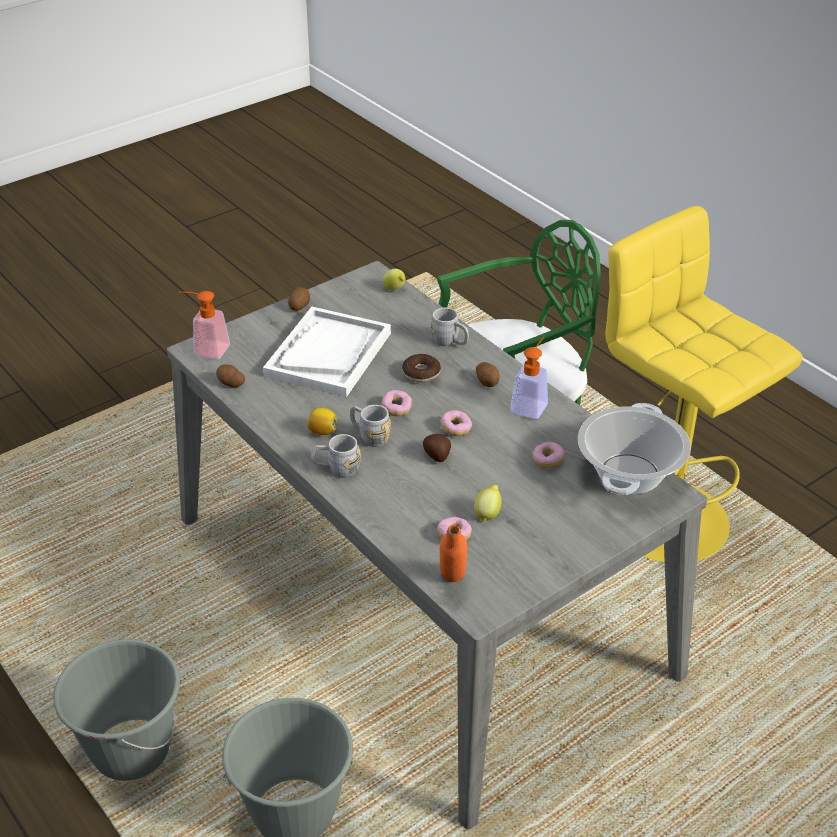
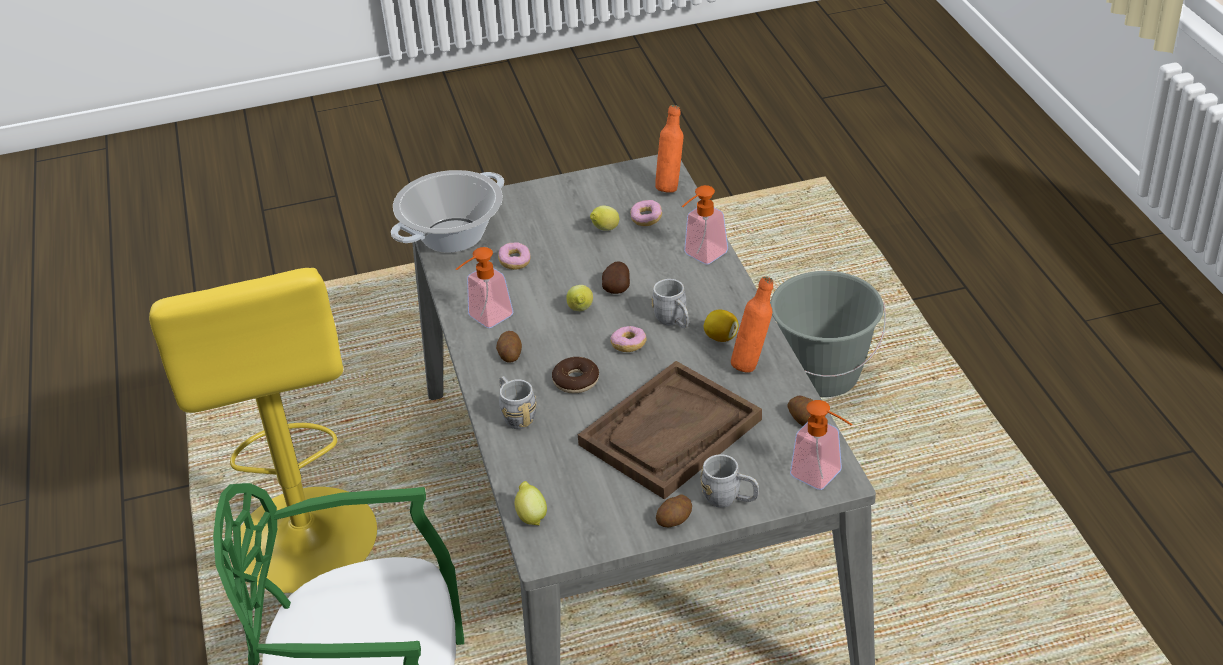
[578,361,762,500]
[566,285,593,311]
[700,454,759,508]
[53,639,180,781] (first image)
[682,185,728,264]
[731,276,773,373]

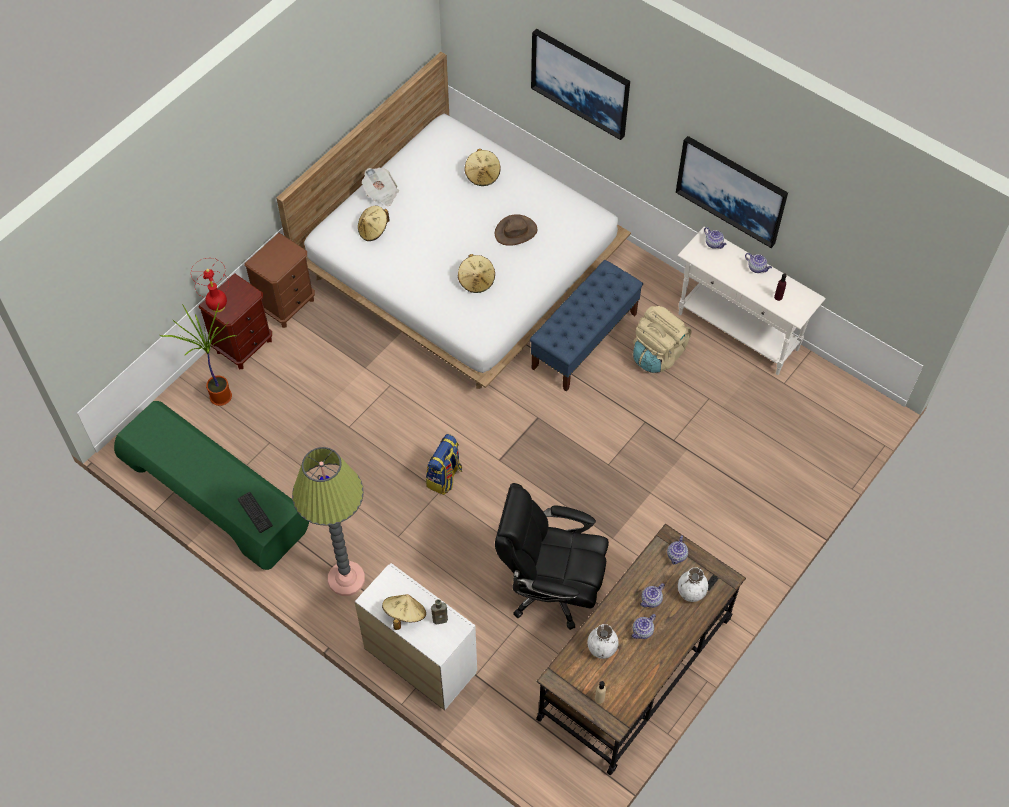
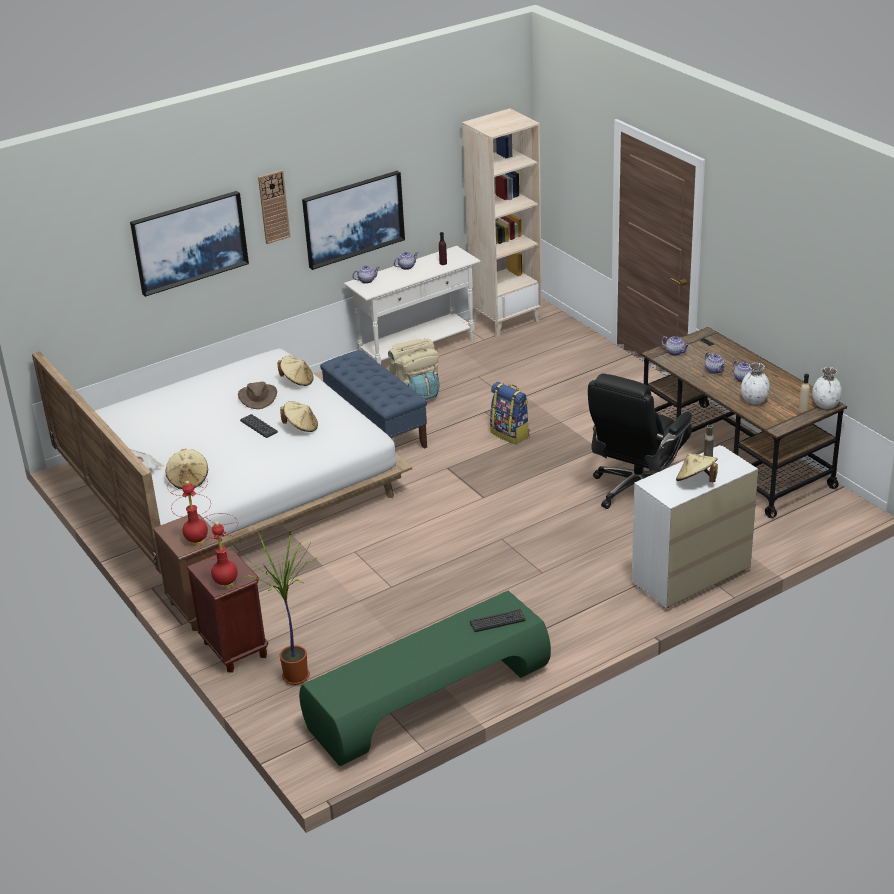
[277,356,314,386]
[490,382,530,445]
[292,447,365,596] (first image)
[812,367,842,409]
[462,108,542,337]
[258,170,290,244]
[240,414,278,438]
[167,473,211,546]

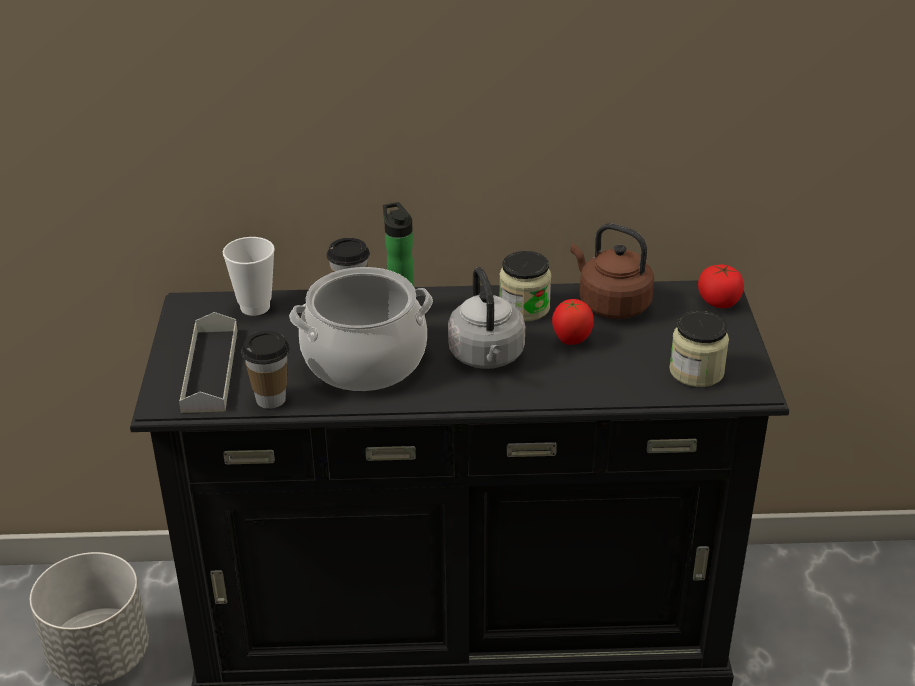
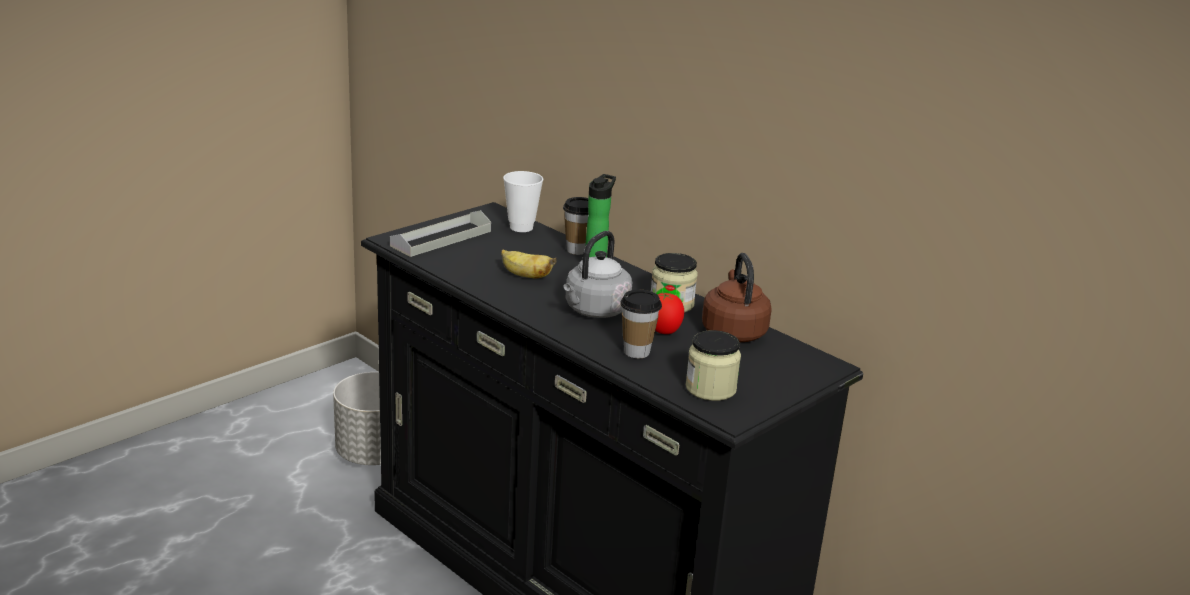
[698,264,744,308] (first image)
[501,250,556,278]
[620,290,662,358]

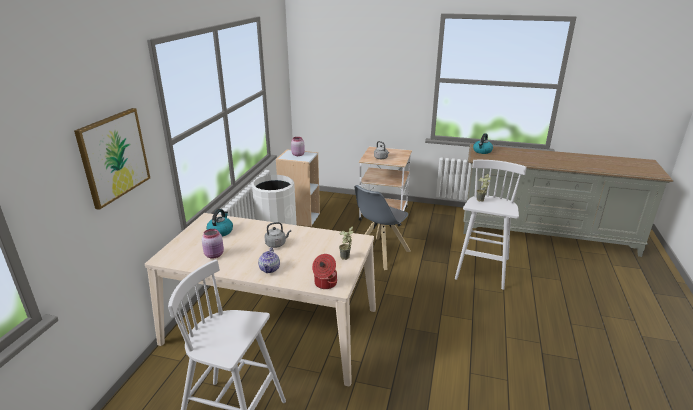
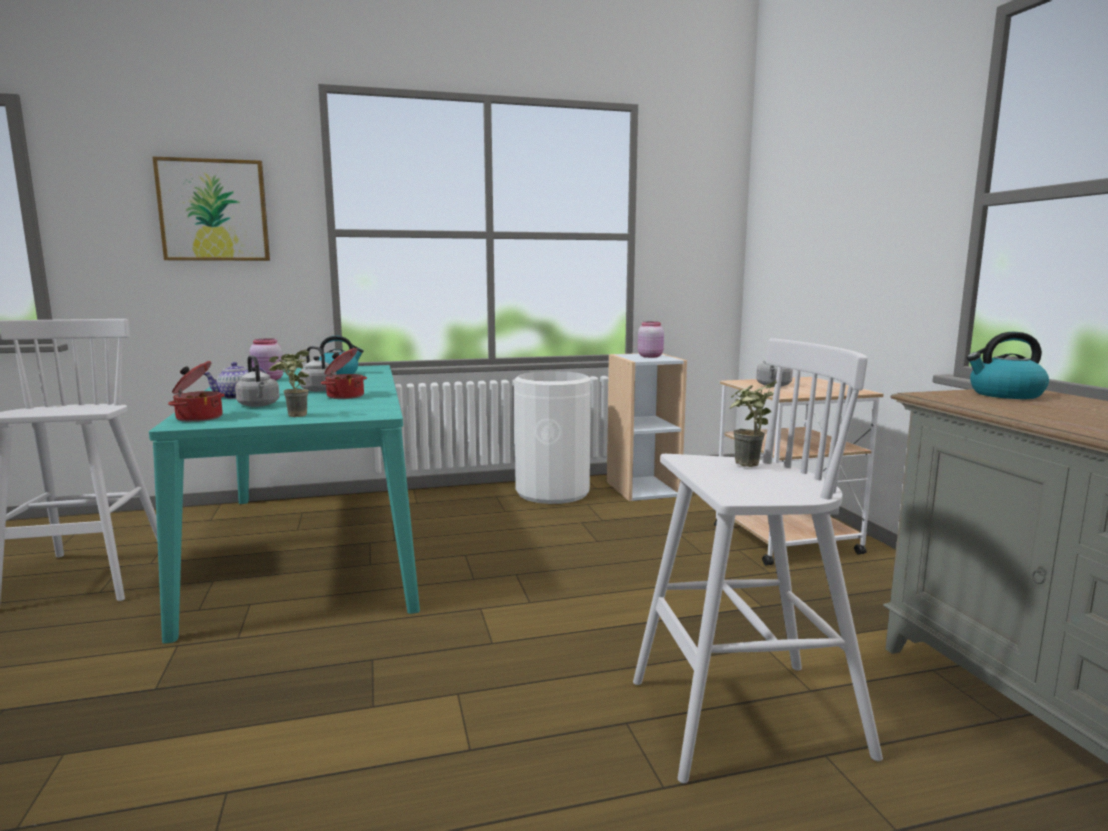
[354,185,411,270] (first image)
[149,365,420,644]
[321,348,367,399]
[235,355,280,407]

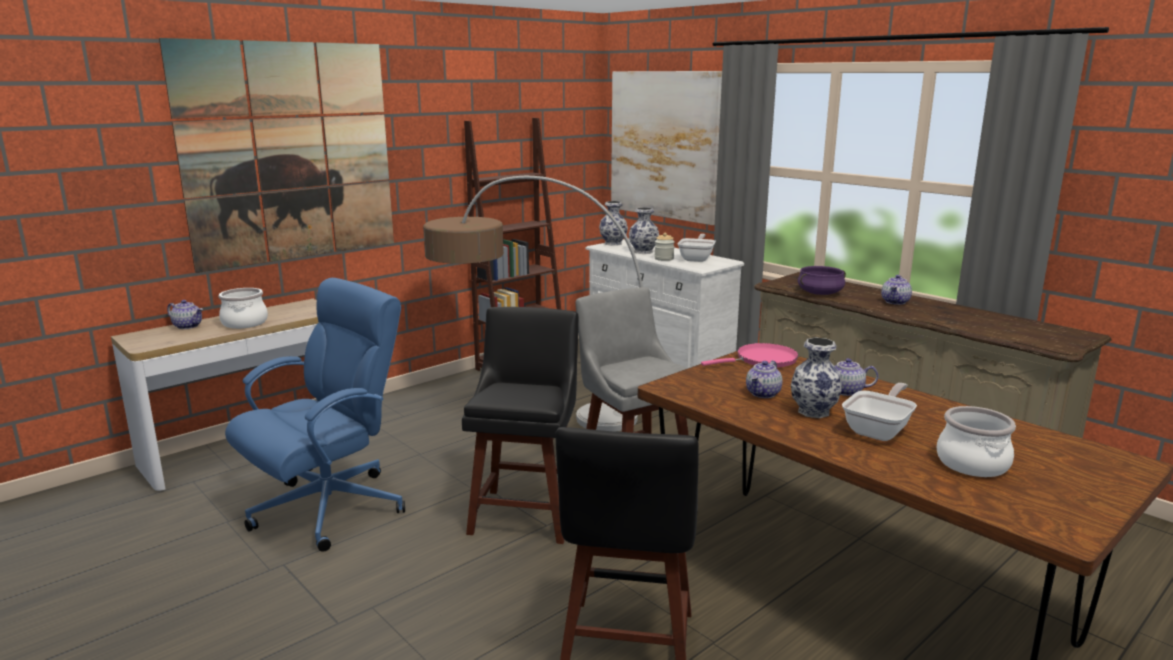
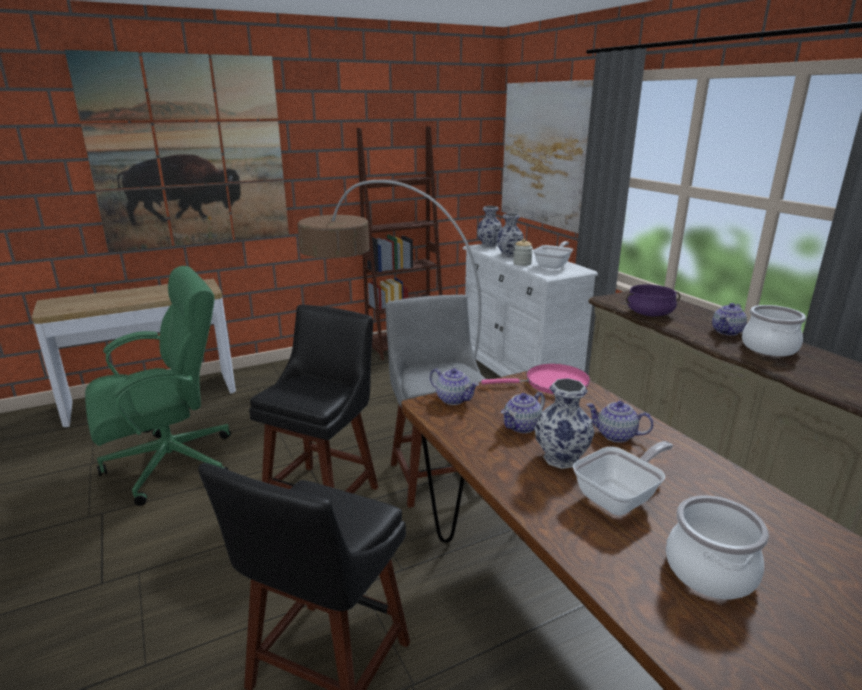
[85,266,231,506]
[742,305,806,356]
[430,368,479,405]

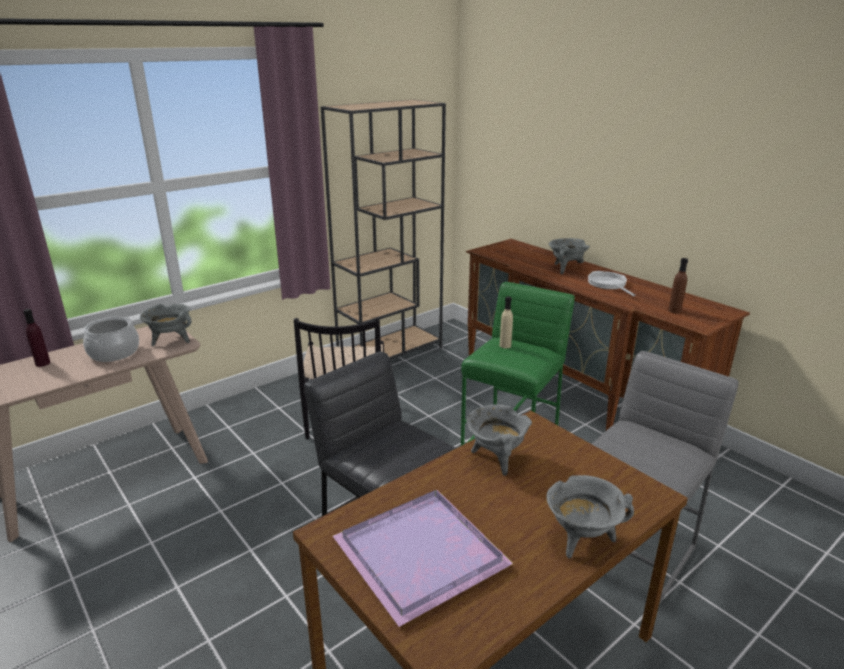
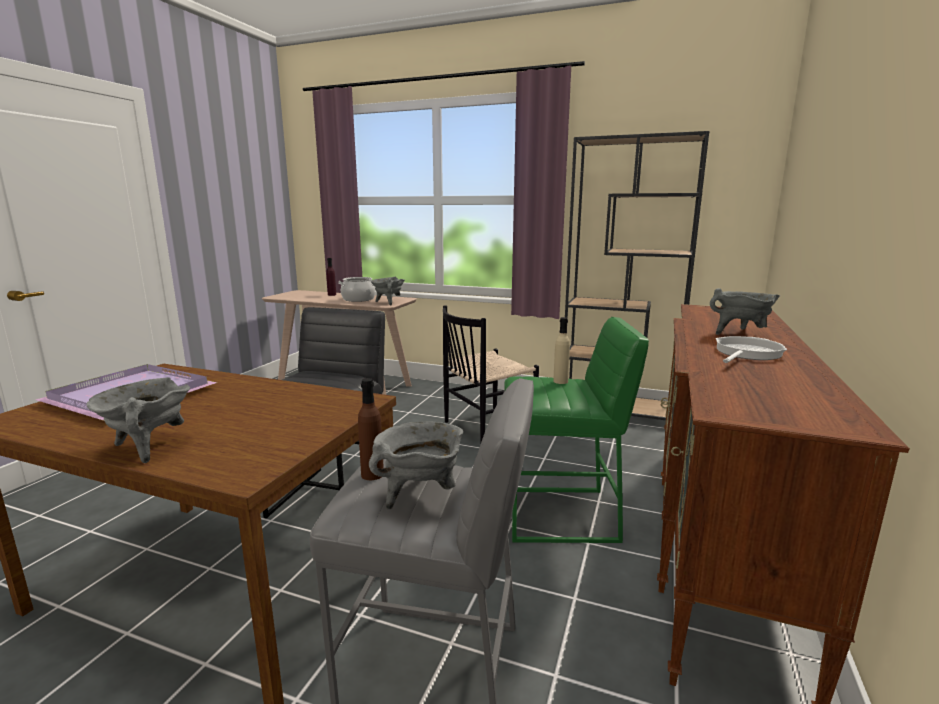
[358,378,384,480]
[369,421,463,509]

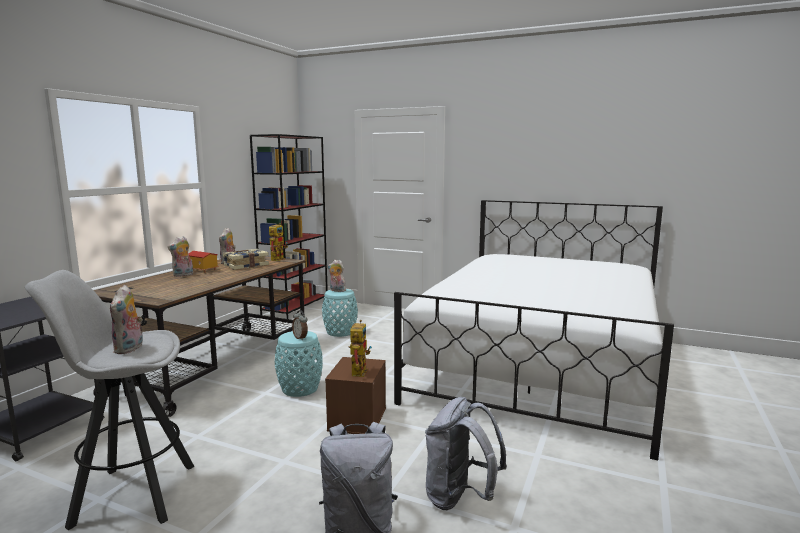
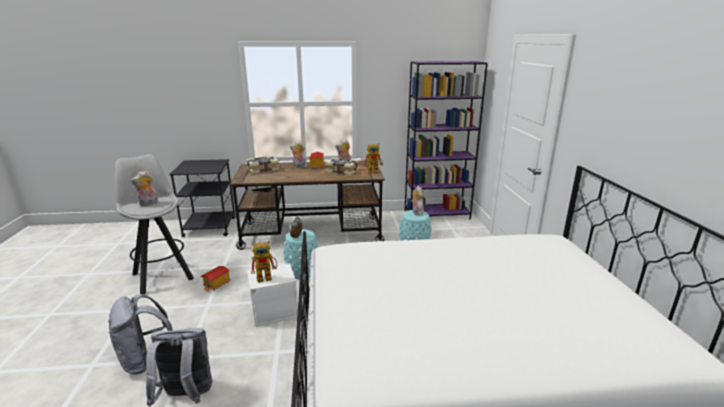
[404,61,488,219]
[247,263,298,326]
[246,156,279,174]
[201,266,231,292]

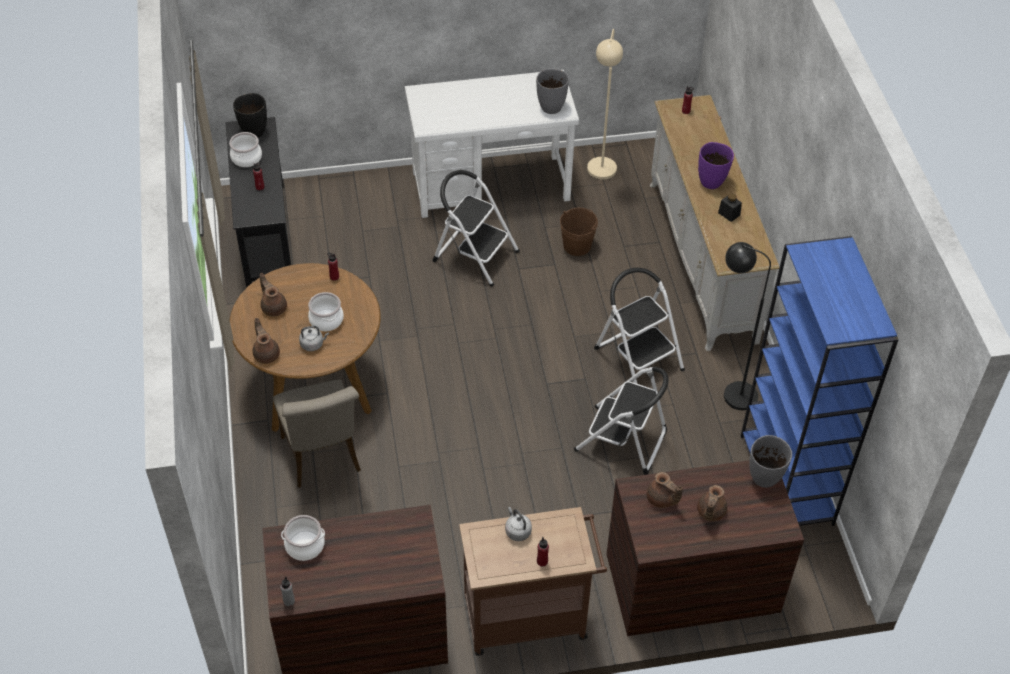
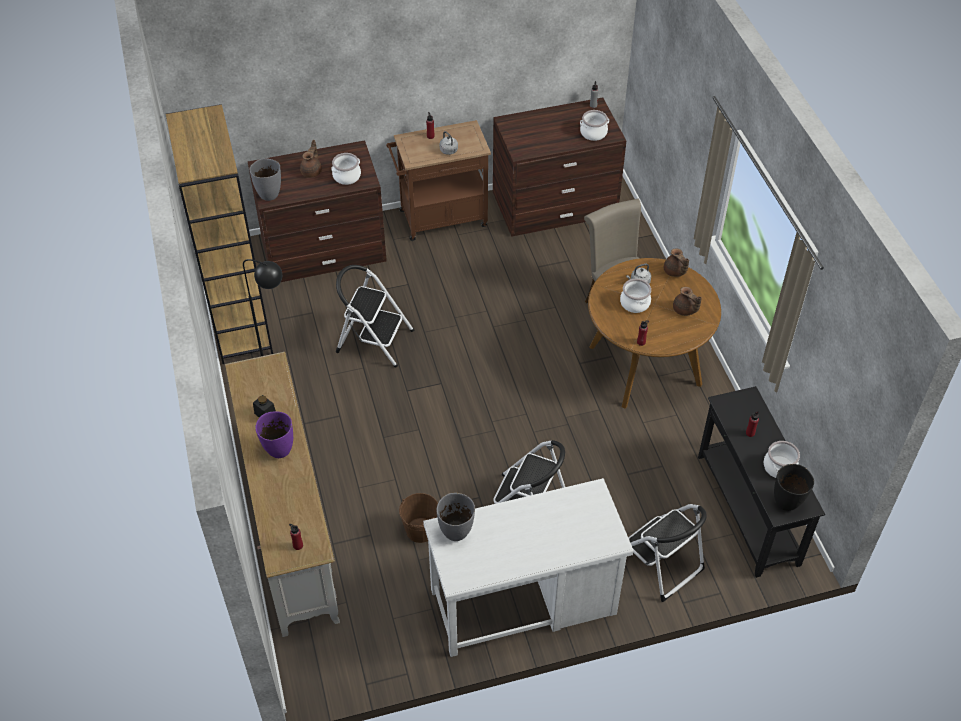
[587,29,623,180] (first image)
[165,104,273,364]
[628,504,707,602]
[331,153,361,185]

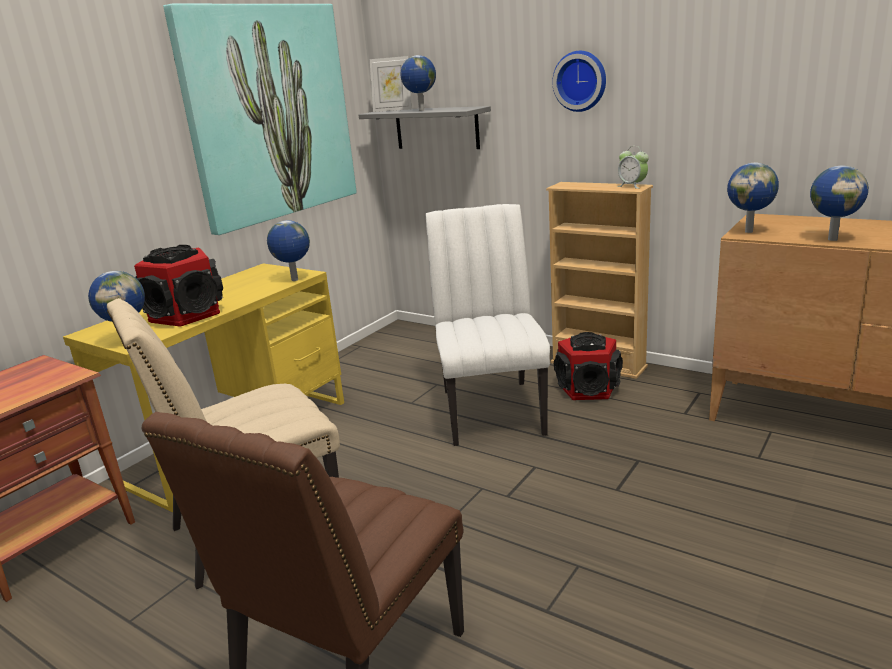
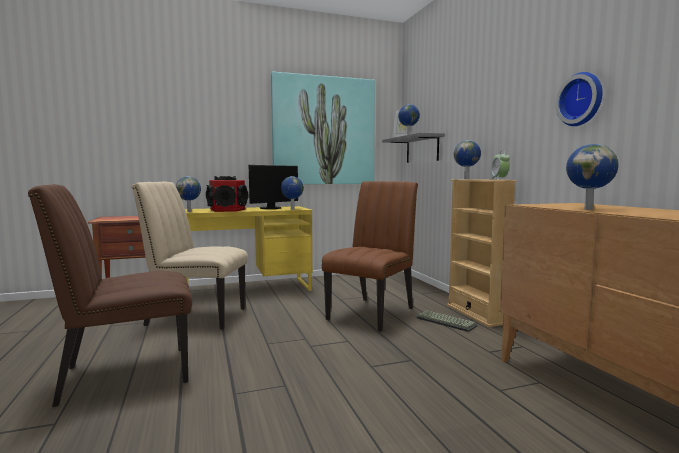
[555,72,603,126]
[454,140,481,179]
[322,181,418,332]
[416,310,478,332]
[249,165,298,209]

